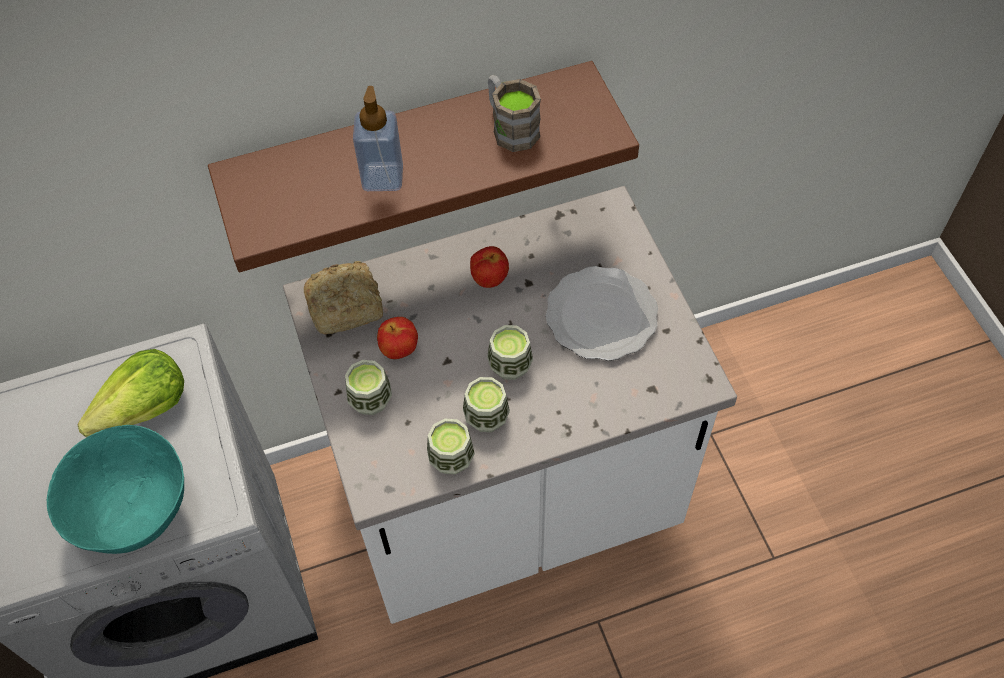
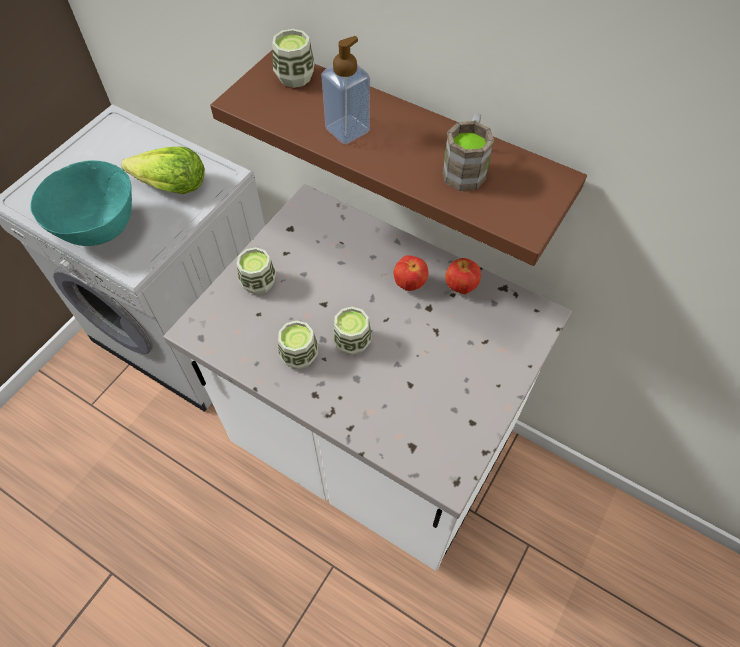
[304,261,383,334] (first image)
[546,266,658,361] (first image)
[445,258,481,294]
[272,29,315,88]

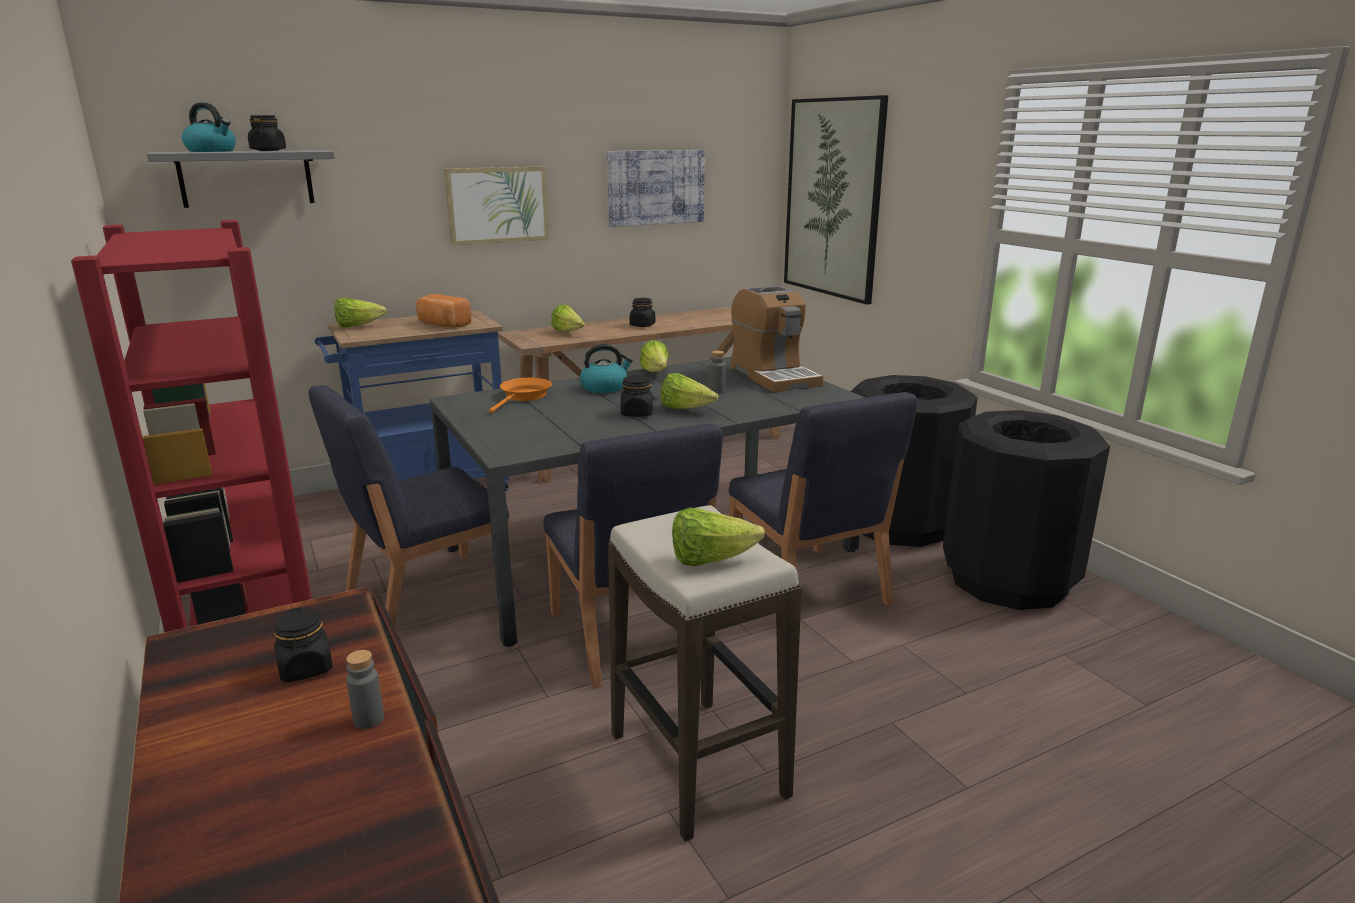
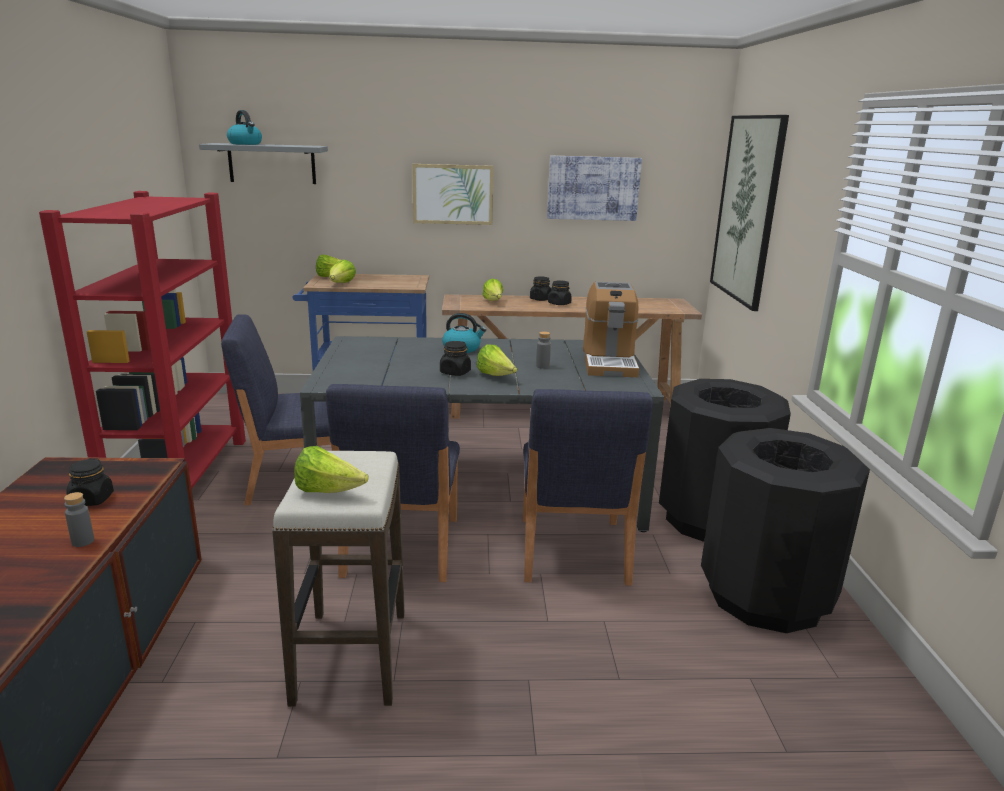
[530,276,551,301]
[416,294,471,327] (first image)
[329,260,356,283]
[489,378,552,413] (first image)

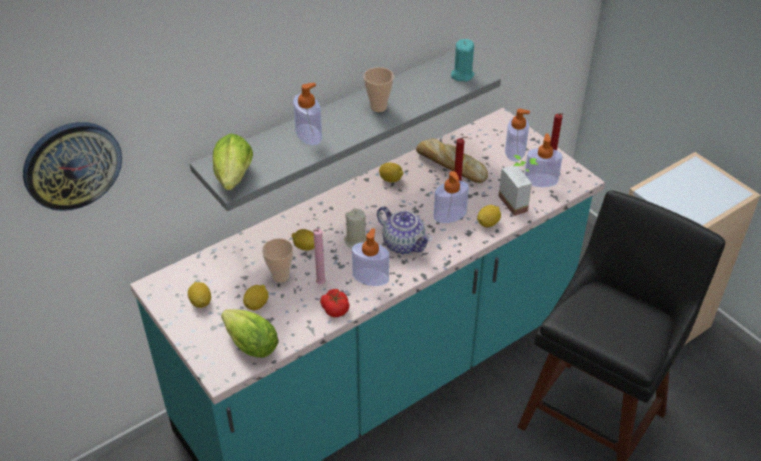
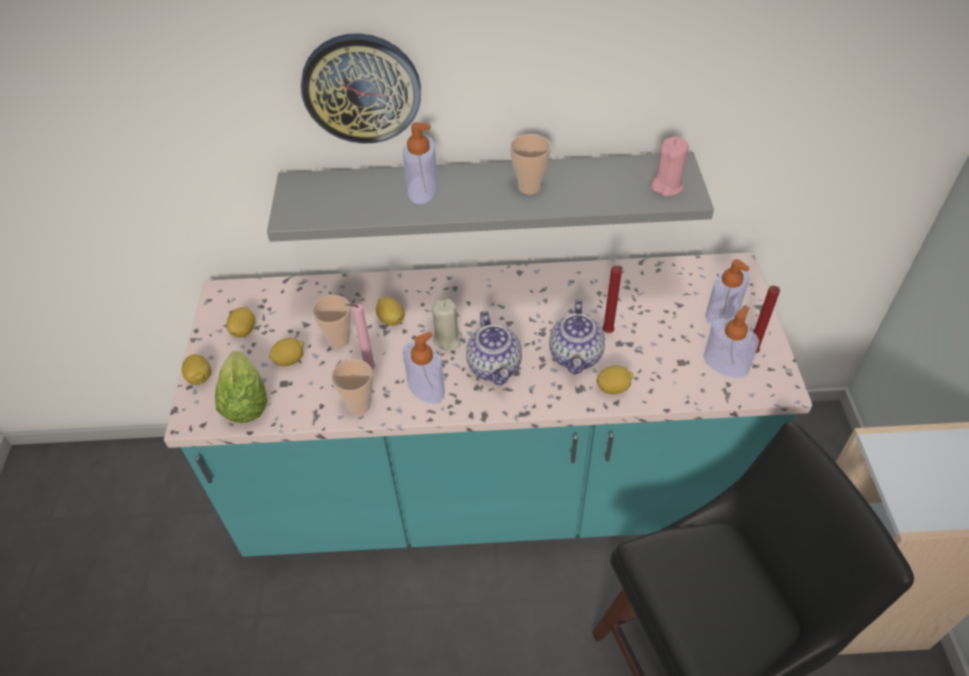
[650,136,689,196]
[301,33,421,144]
[213,134,253,190] (first image)
[416,138,488,183] (first image)
[498,155,538,216] (first image)
[182,354,211,385]
[549,299,605,375]
[331,359,373,415]

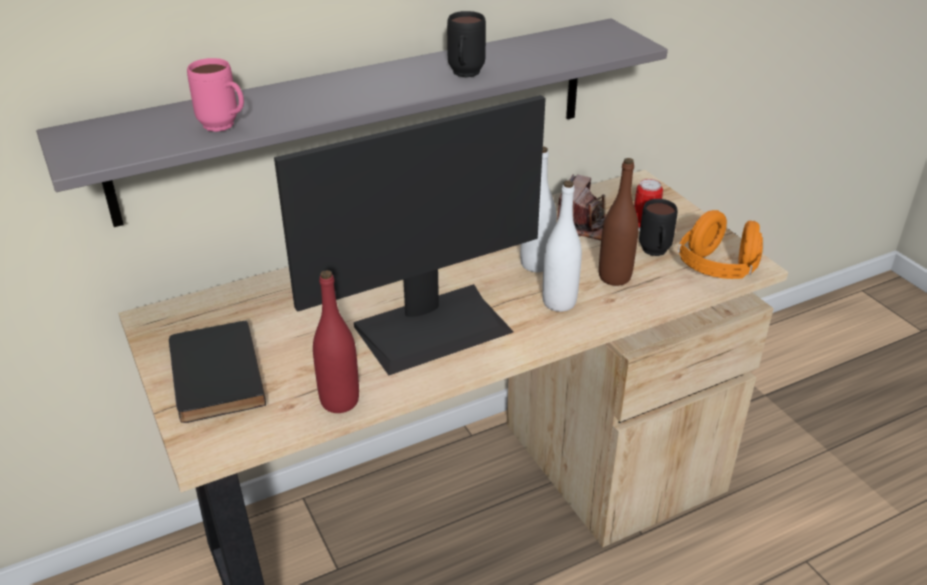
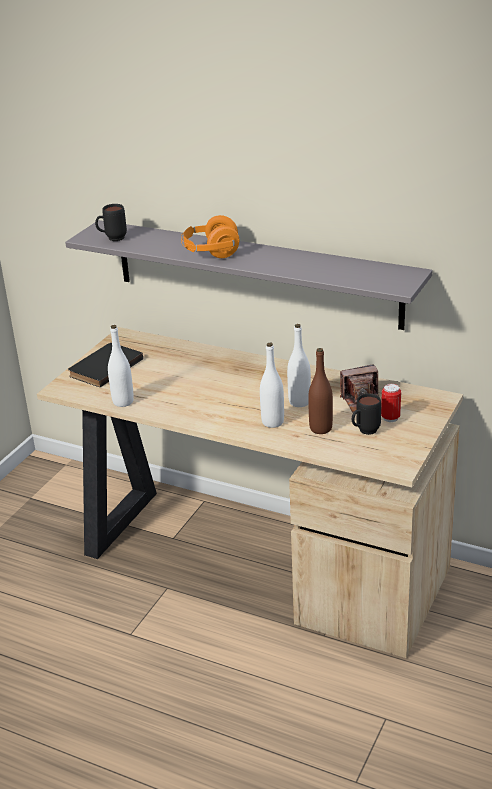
[95,204,127,241]
[187,58,244,132] (first image)
[274,95,546,376] (first image)
[181,215,240,258]
[108,325,134,407]

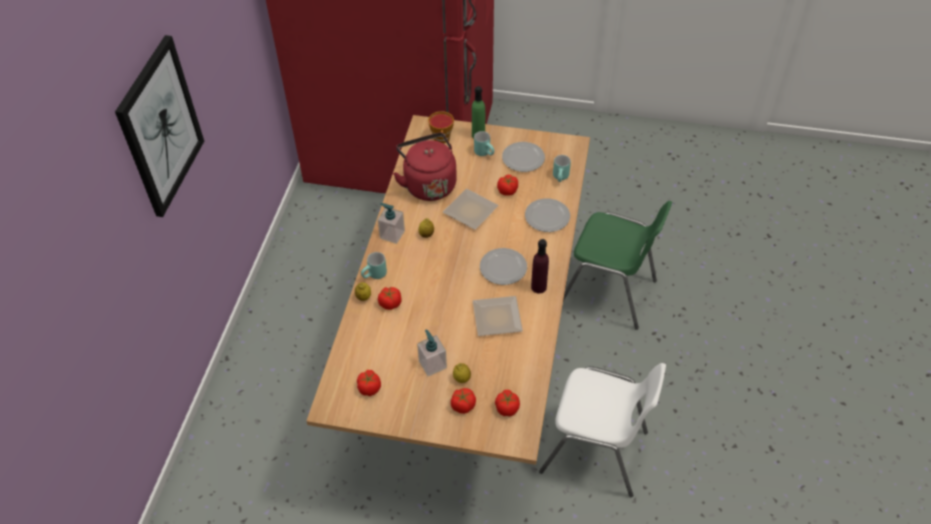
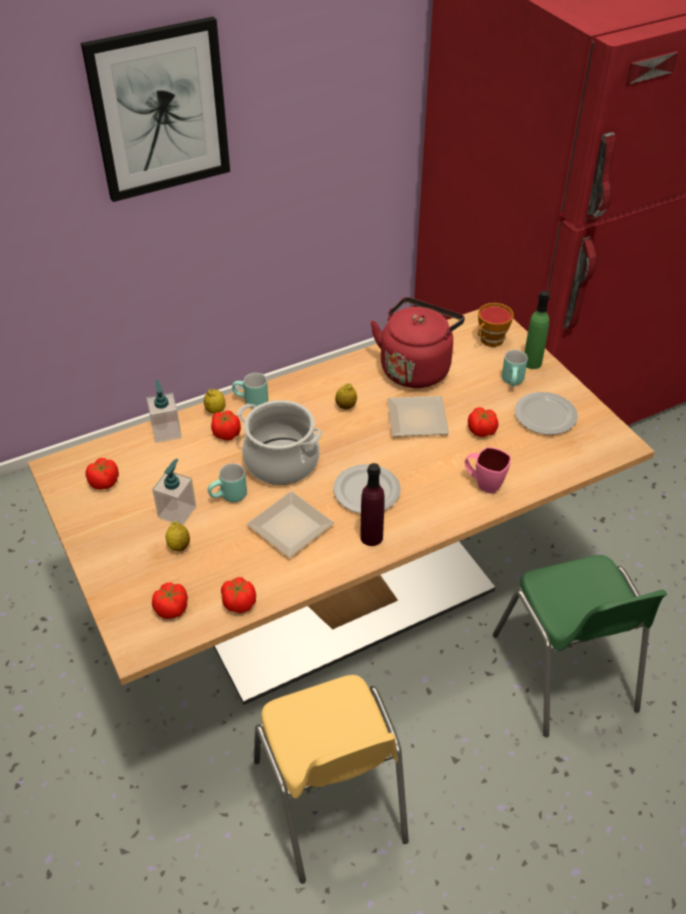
[208,463,247,502]
[465,447,511,494]
[146,380,182,443]
[254,675,409,884]
[221,577,256,613]
[237,400,322,485]

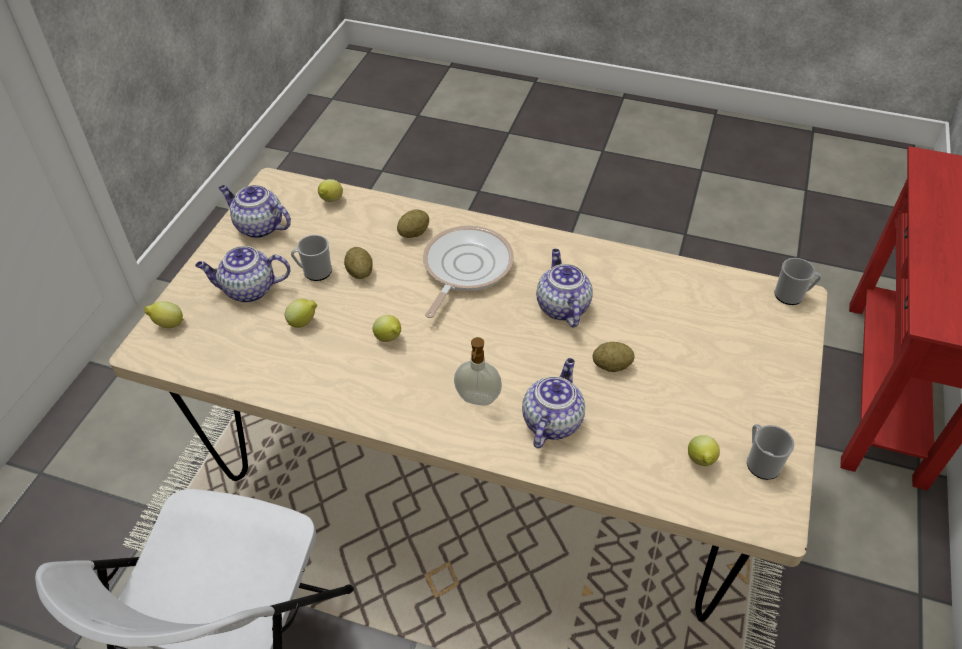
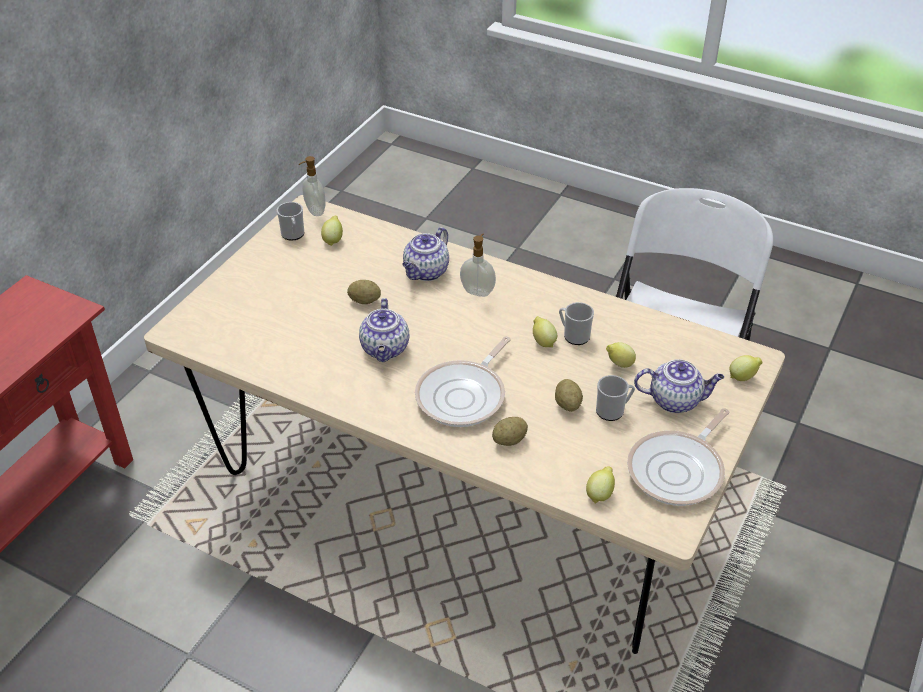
[627,408,729,506]
[559,302,594,345]
[299,156,325,216]

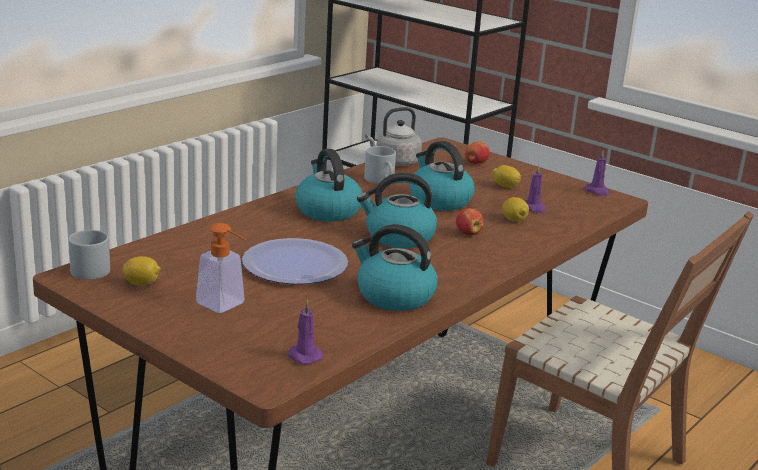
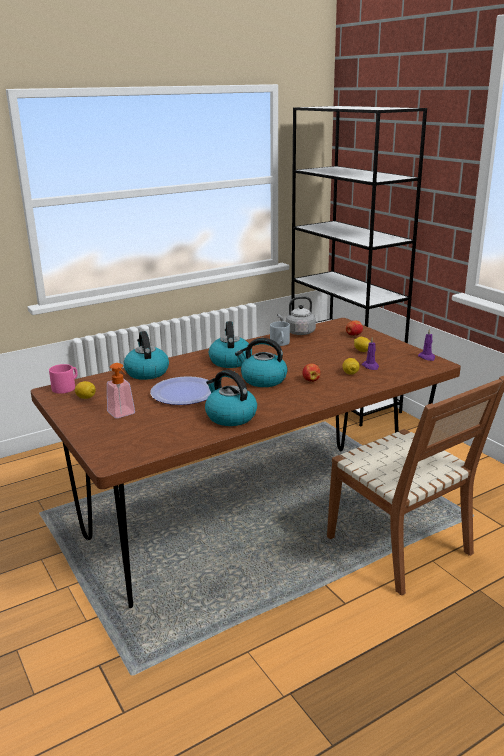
[124,331,169,380]
[49,364,78,394]
[288,300,323,365] (first image)

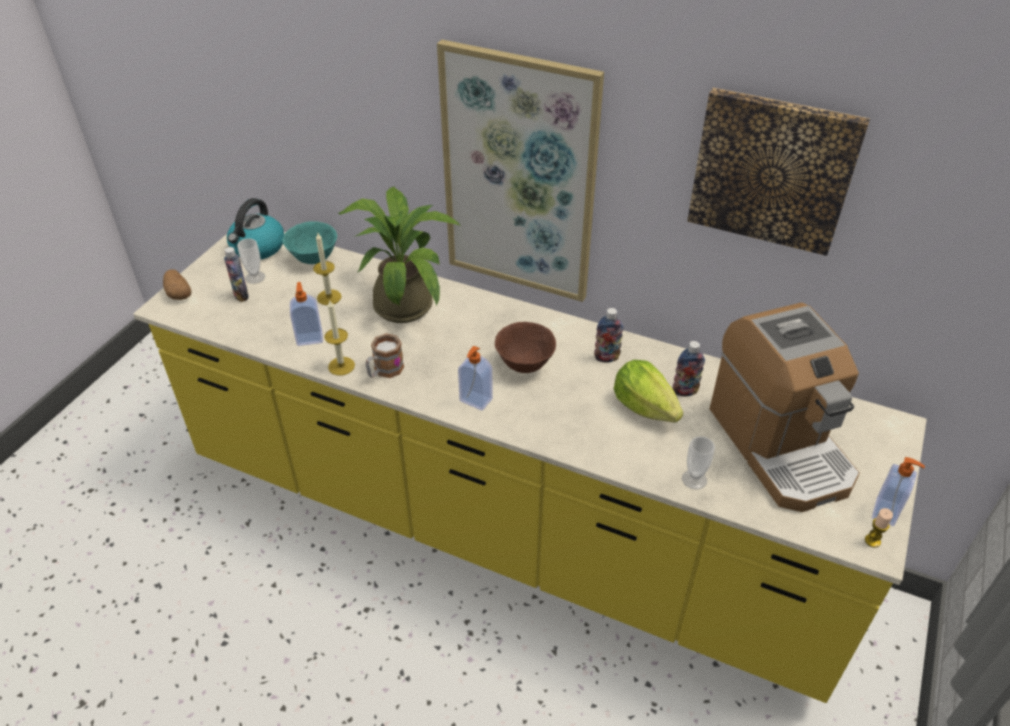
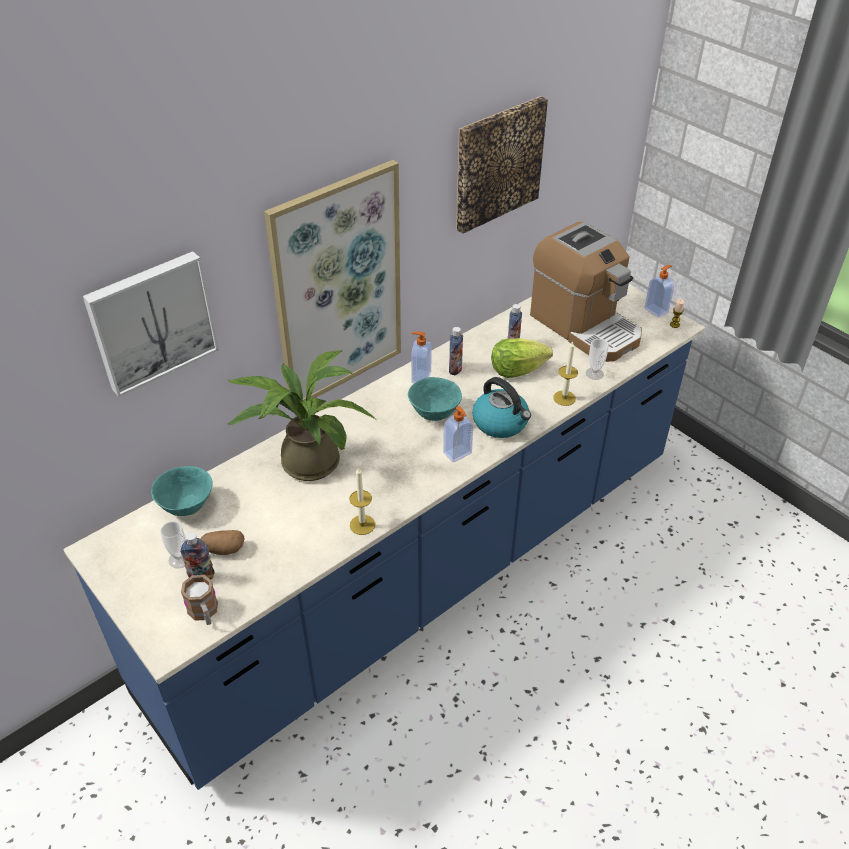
[472,377,531,438]
[63,284,705,790]
[553,342,578,406]
[200,530,245,555]
[411,332,431,383]
[530,222,642,362]
[408,377,462,421]
[181,575,218,625]
[83,251,219,397]

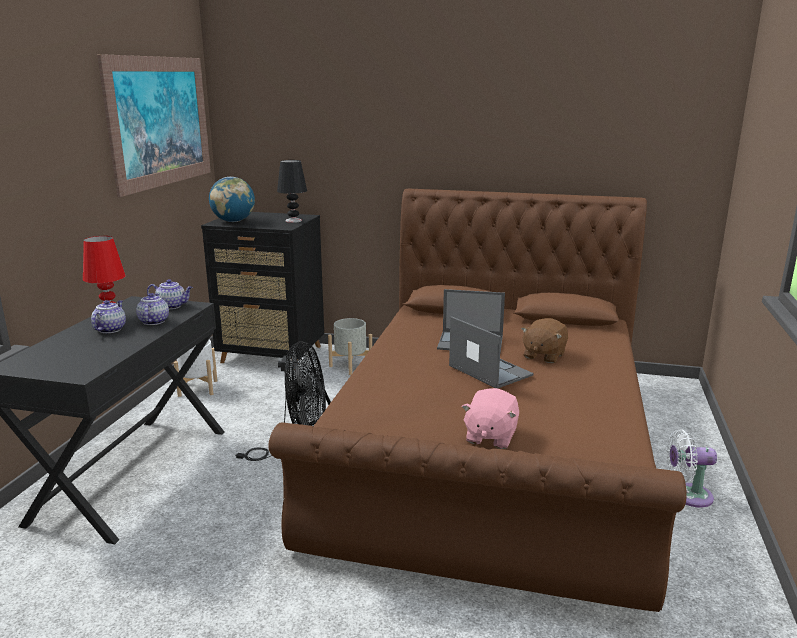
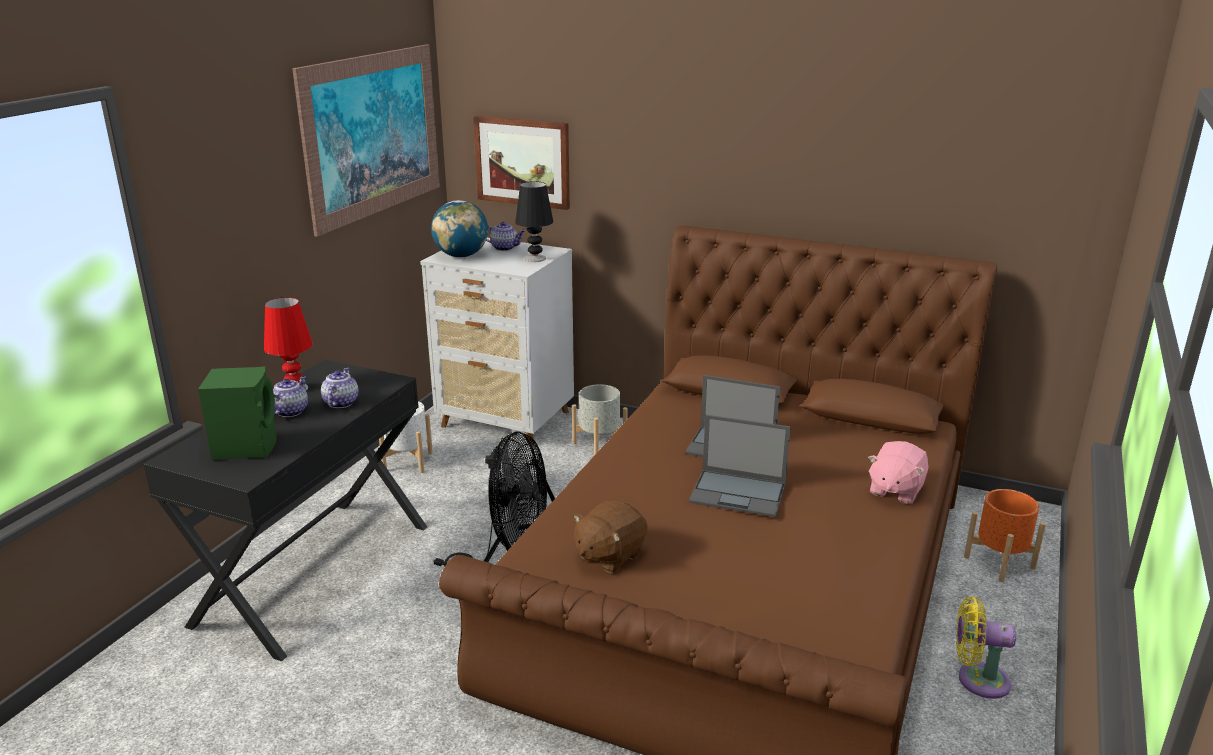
[420,238,574,446]
[486,222,525,251]
[689,415,791,517]
[573,501,648,573]
[868,441,929,504]
[956,597,1016,699]
[473,116,570,210]
[198,366,276,460]
[964,489,1046,582]

